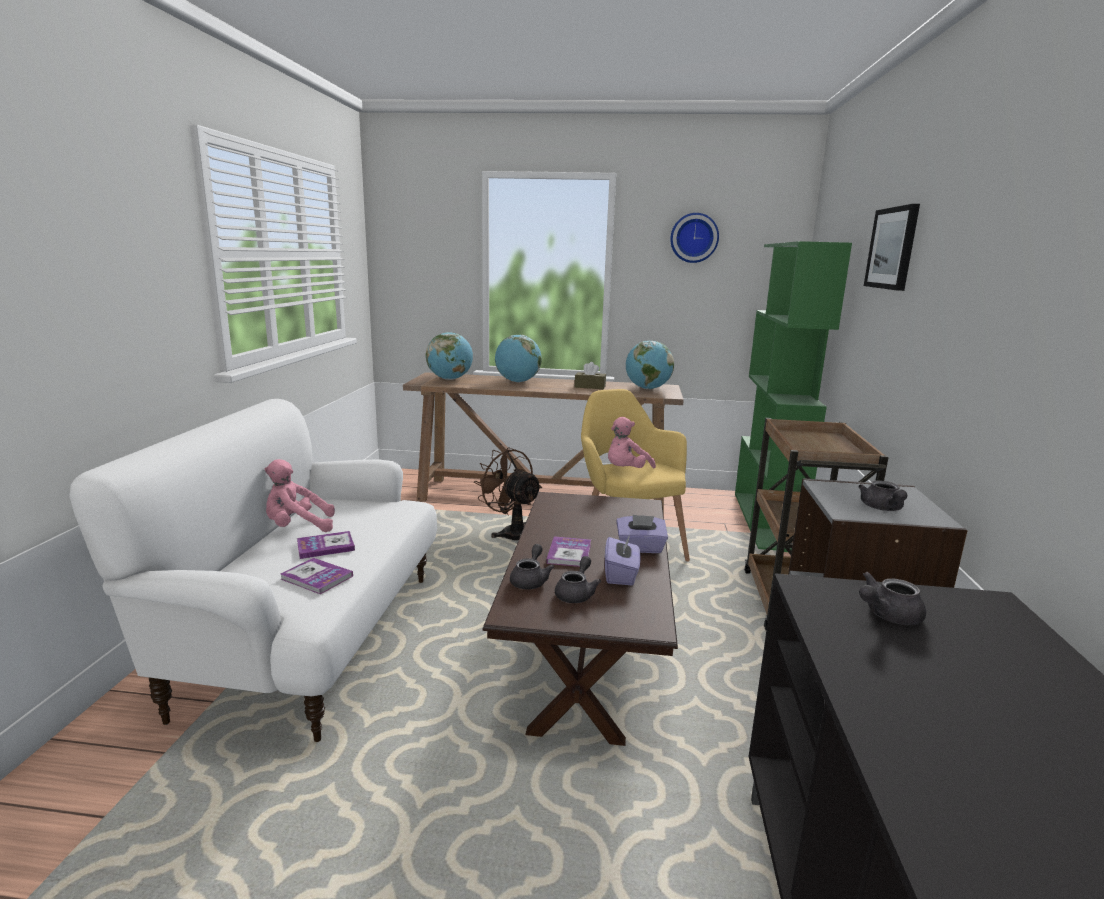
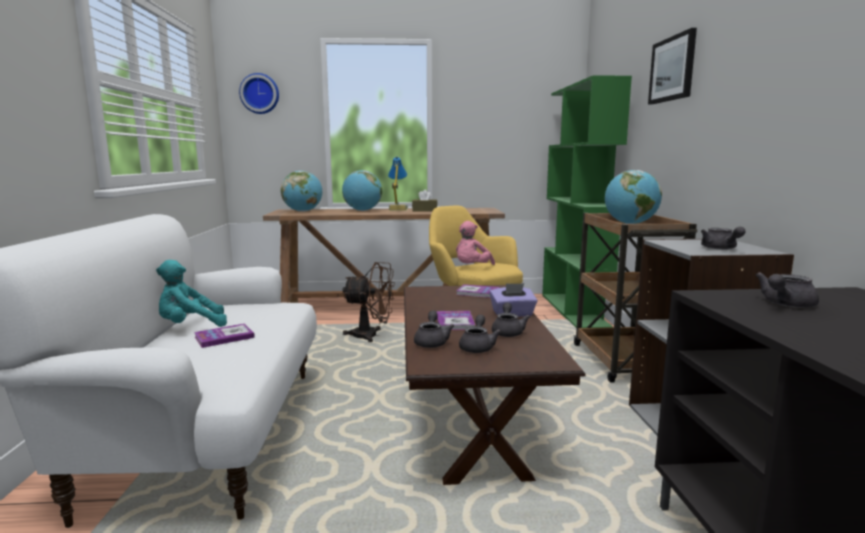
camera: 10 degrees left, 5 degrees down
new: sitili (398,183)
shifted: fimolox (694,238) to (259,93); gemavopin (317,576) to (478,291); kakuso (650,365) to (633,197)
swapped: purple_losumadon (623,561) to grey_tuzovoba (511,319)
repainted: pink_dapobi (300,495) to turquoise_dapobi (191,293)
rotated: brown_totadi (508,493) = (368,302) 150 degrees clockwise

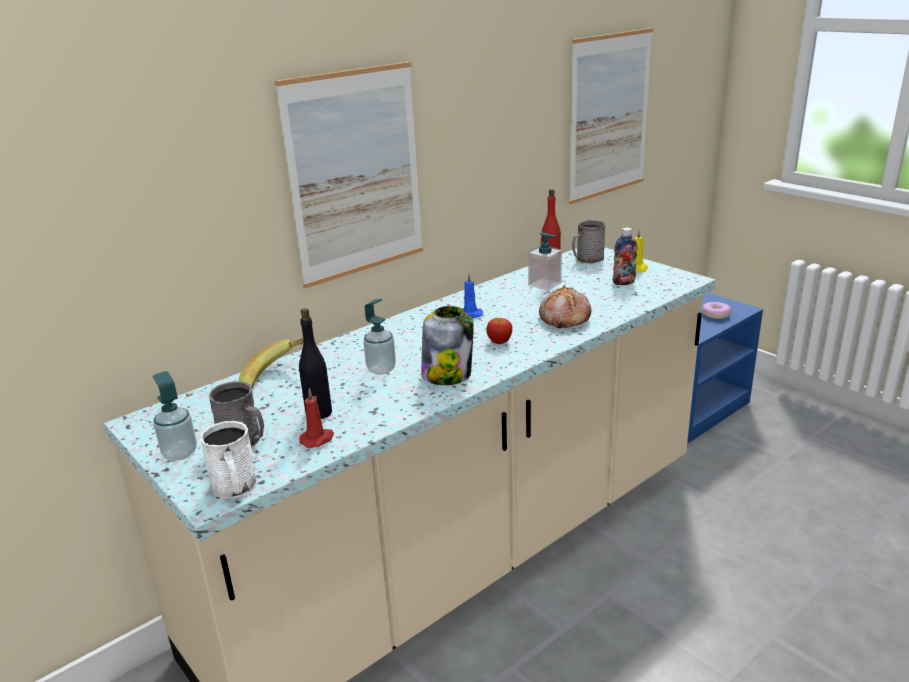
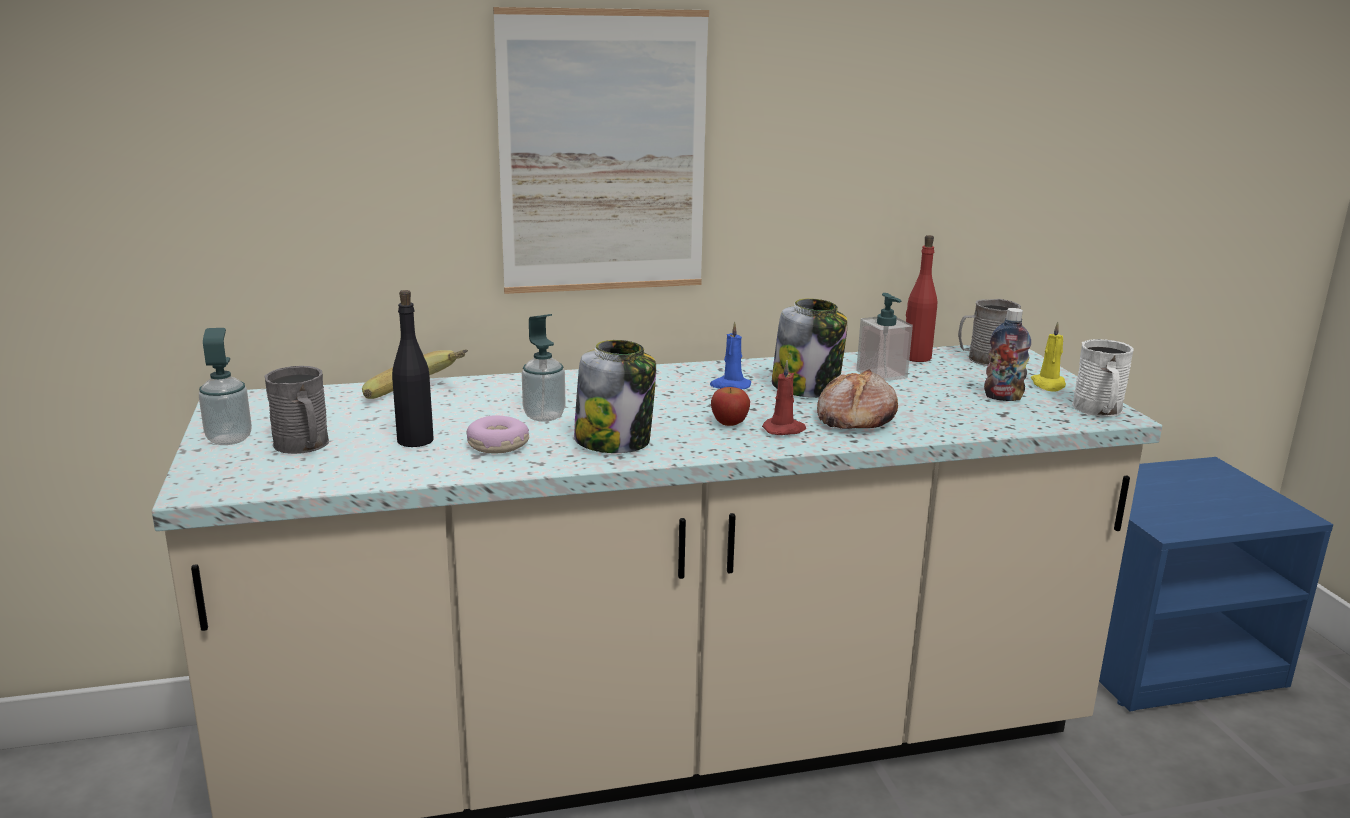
camera: 25 degrees right, 5 degrees down
gone: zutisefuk (611,116)
new: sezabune (810,348)
shifted: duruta (716,310) to (497,435); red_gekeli (316,418) to (784,397); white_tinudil (228,459) to (1103,378)

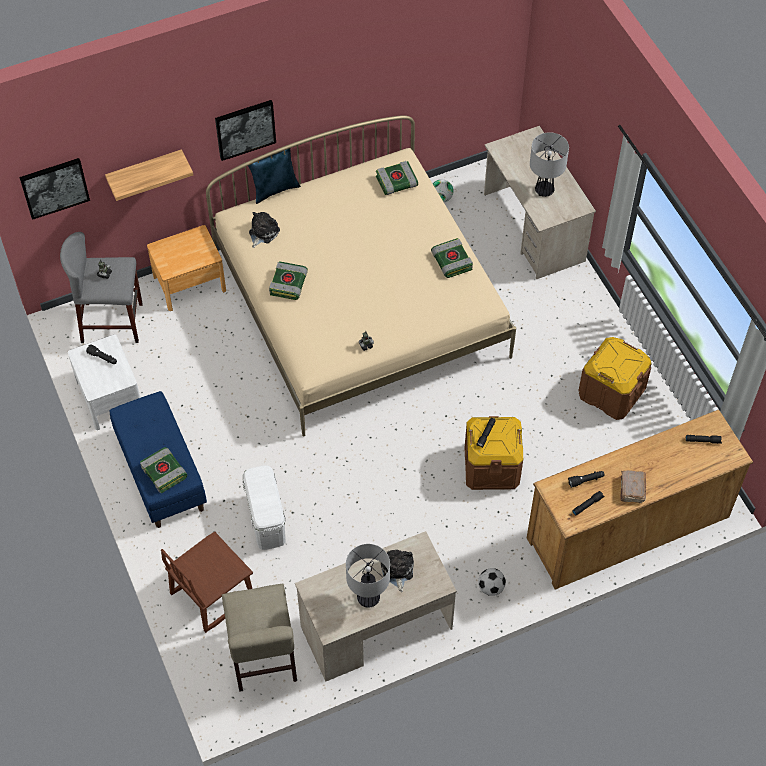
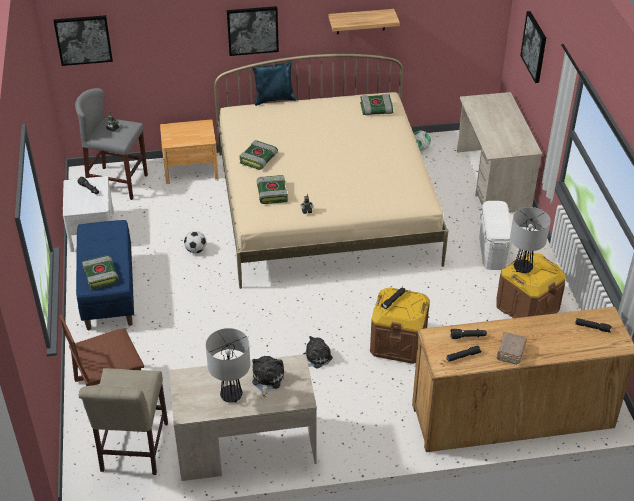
camera: 15 degrees right, 15 degrees down
new: zutisefuk (533,47)
shifted: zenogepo (492,582) to (195,242); gemavopin (452,258) to (272,189); dapobi (264,230) to (317,352); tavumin (149,175) to (364,21); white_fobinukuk (264,507) to (495,235); sitili (549,164) to (530,240)

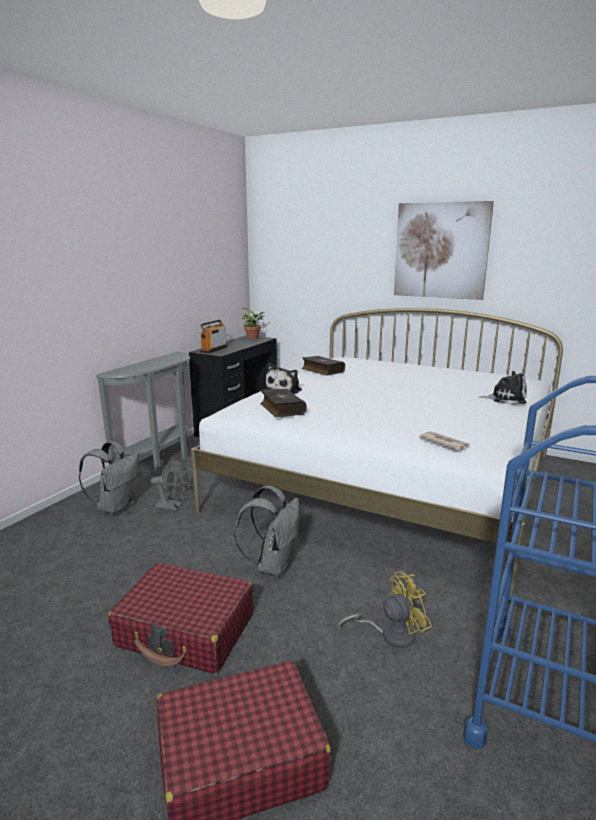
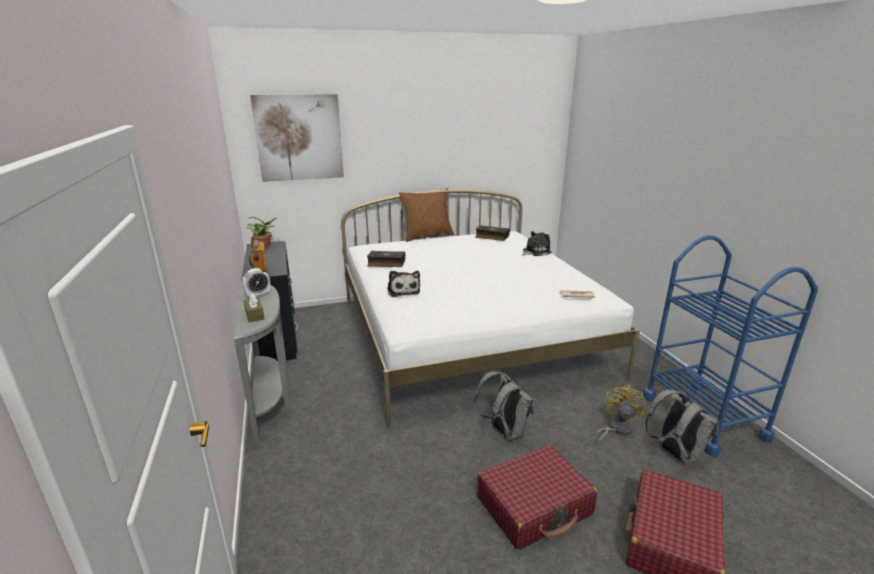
camera: 45 degrees left, 5 degrees up
gone: grey_totadi (169,485)
new: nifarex (256,283); brown_losumadon (254,307); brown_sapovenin (427,215)
shifted: zutisefuk (444,250) to (297,138); gemavopin (284,403) to (492,233); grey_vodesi (109,478) to (682,427)

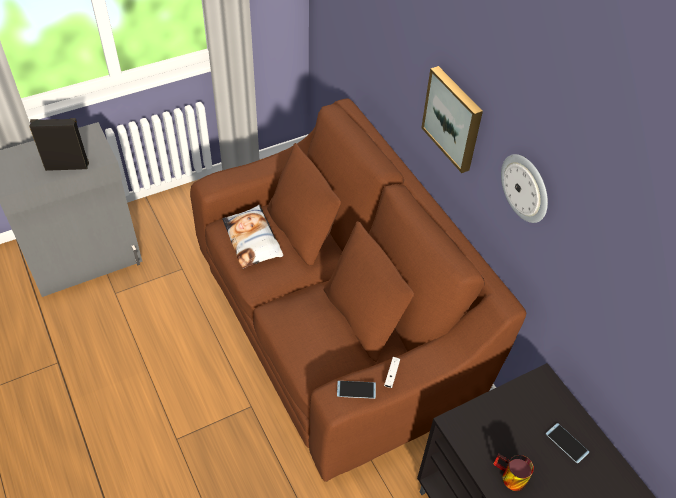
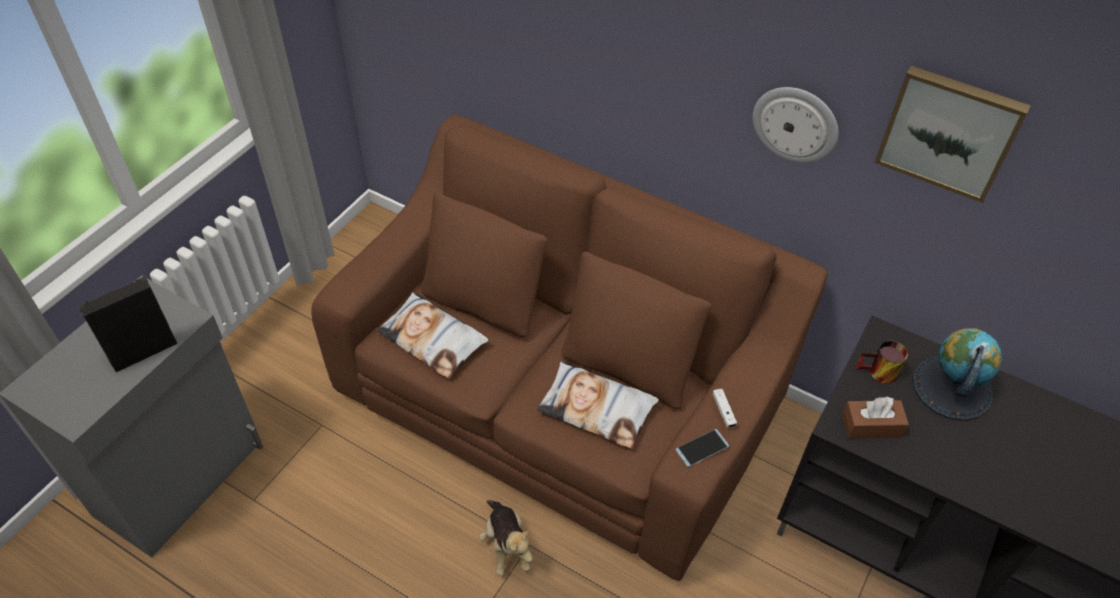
camera: 30 degrees left, 0 degrees up
new: dapobi (506,538); sapovenin (598,405); brown_losumadon (875,418)
shifted: tinudil (513,472) to (882,362); zutisefuk (452,119) to (953,134)
swapped: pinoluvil (568,443) to kakuso (957,374)

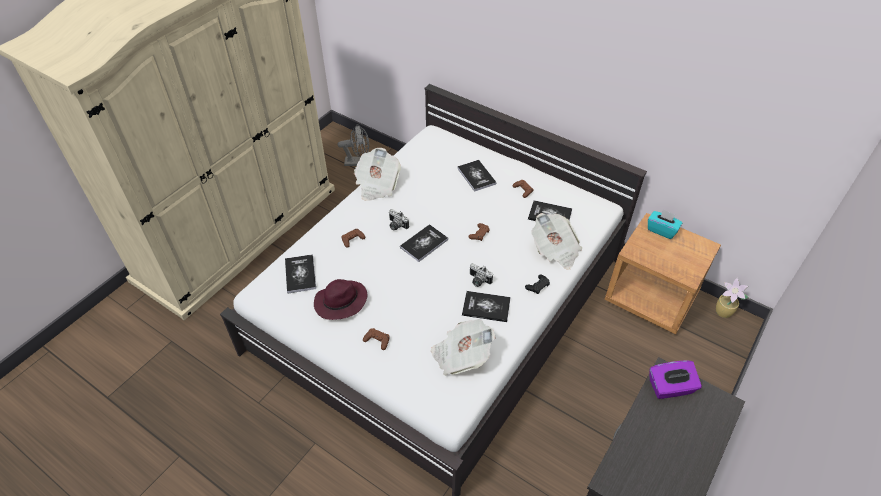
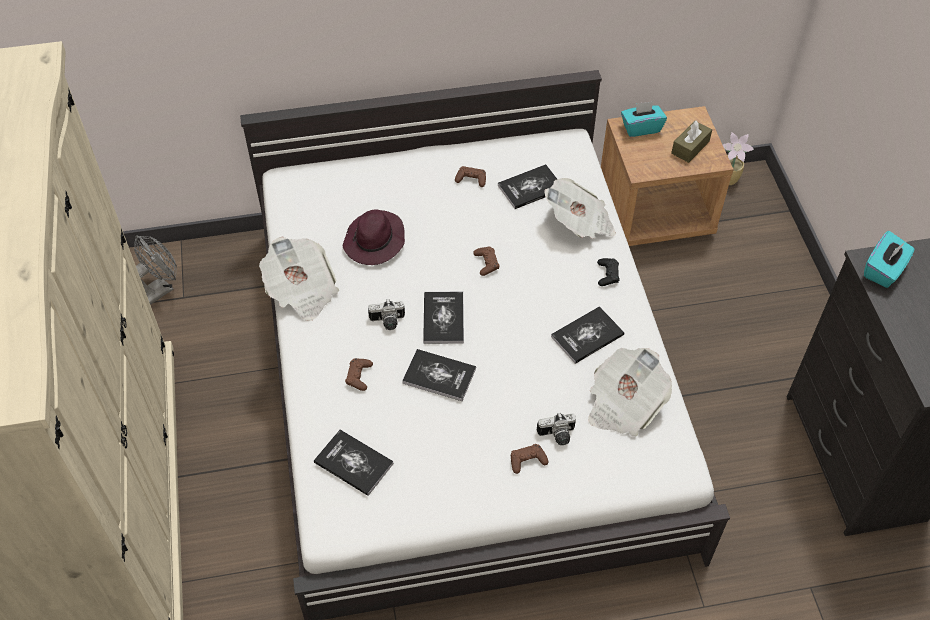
camera: 45 degrees left, 5 degrees up
new: brown_losumadon (691,141)
shifted: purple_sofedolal (341,299) to (374,237); gemavopin (477,176) to (439,375); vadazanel (481,275) to (556,428)
repainted: purple_losumadon (675,379) to turquoise_losumadon (889,259)

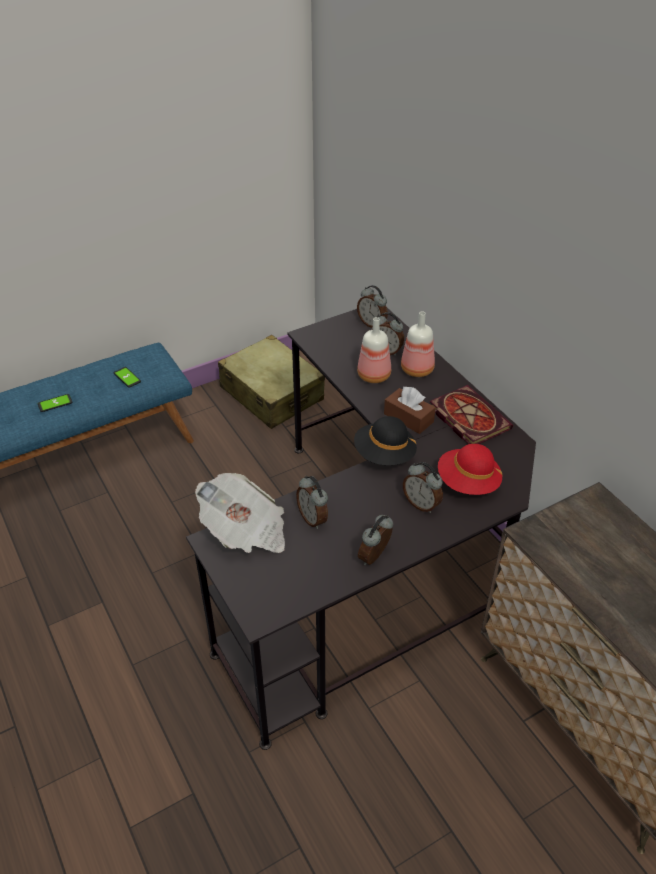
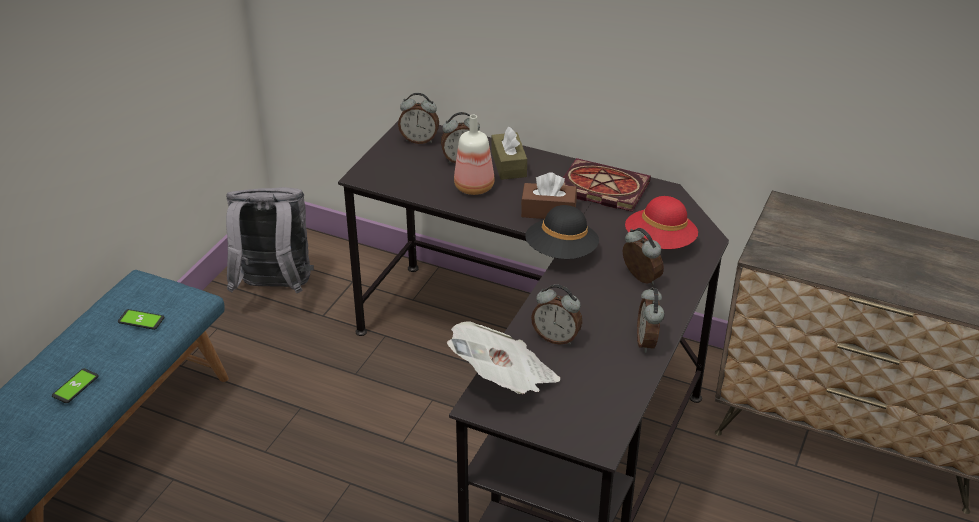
camera: 35 degrees left, 5 degrees down
swapped: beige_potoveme (271,382) to grey_vodesi (270,240); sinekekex (418,344) to brown_losumadon (509,153)
rotated: nifarex (423,487) = (643,256) 135 degrees counterclockwise

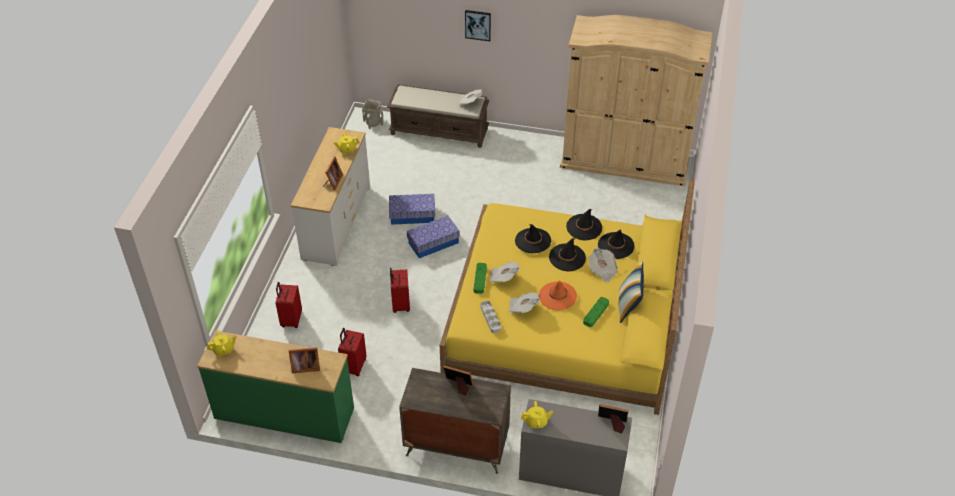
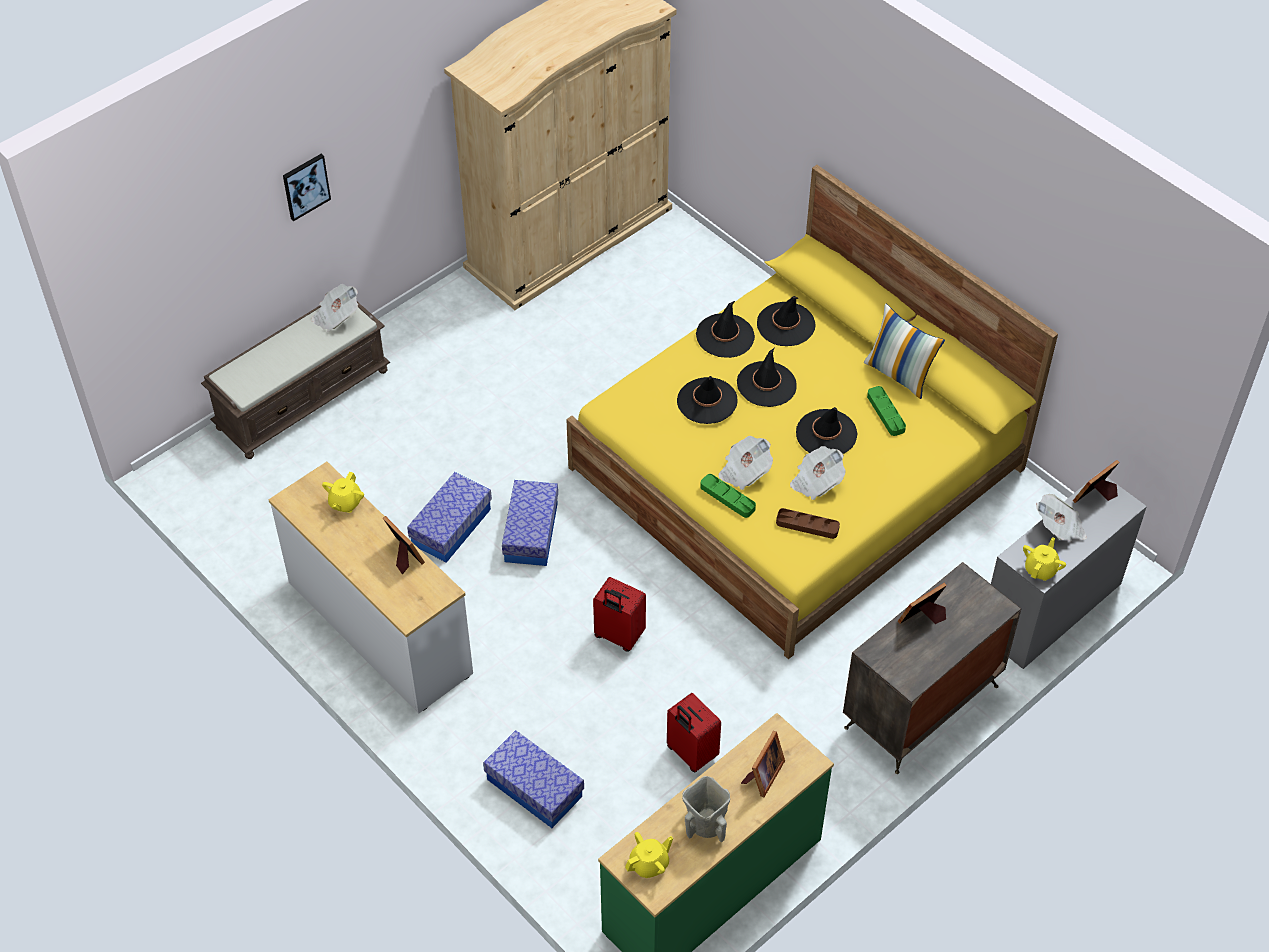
camera: 55 degrees left, 5 degrees up
shifted: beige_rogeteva (372,114) to (706,809); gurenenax (603,265) to (1061,517)
swapped: red_potoveme (289,305) to fobinukuk (533,779)
repainted: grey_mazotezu (490,317) to brown_mazotezu (808,523); orange_sofedolal (558,295) to black_sofedolal (826,430)
rotated: yellow_tuzovoba (221,343) = (649,855) 45 degrees clockwise

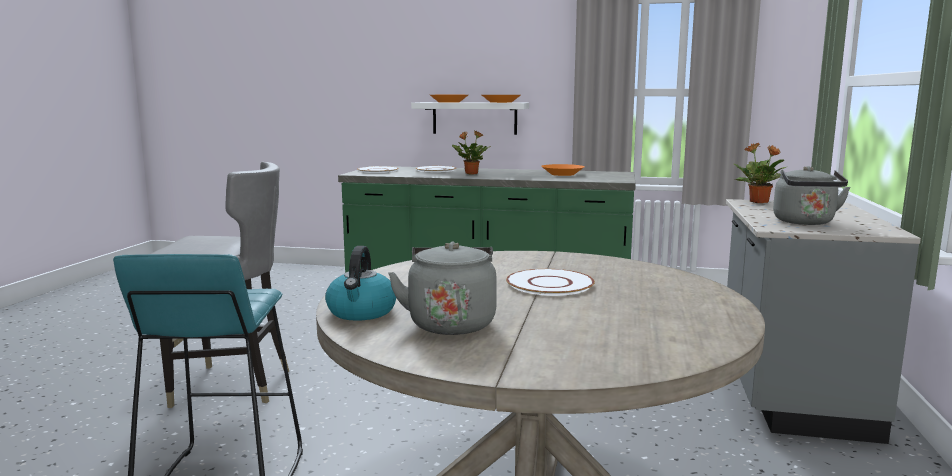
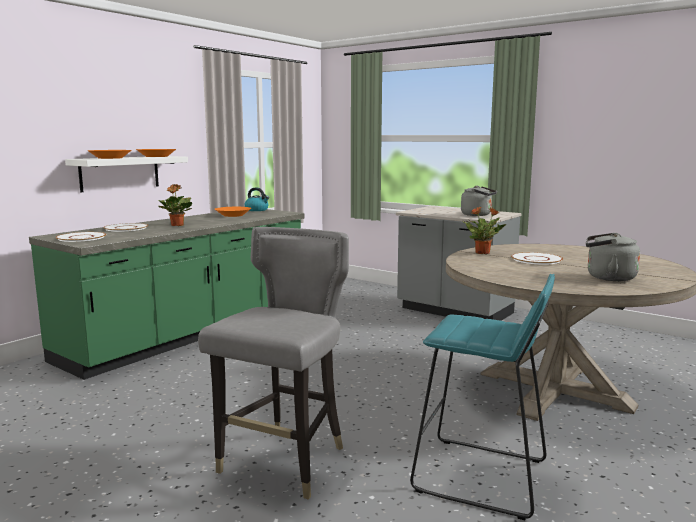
camera: 65 degrees left, 0 degrees up
shifted: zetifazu (360,283) to (257,199); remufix (760,173) to (484,230)

